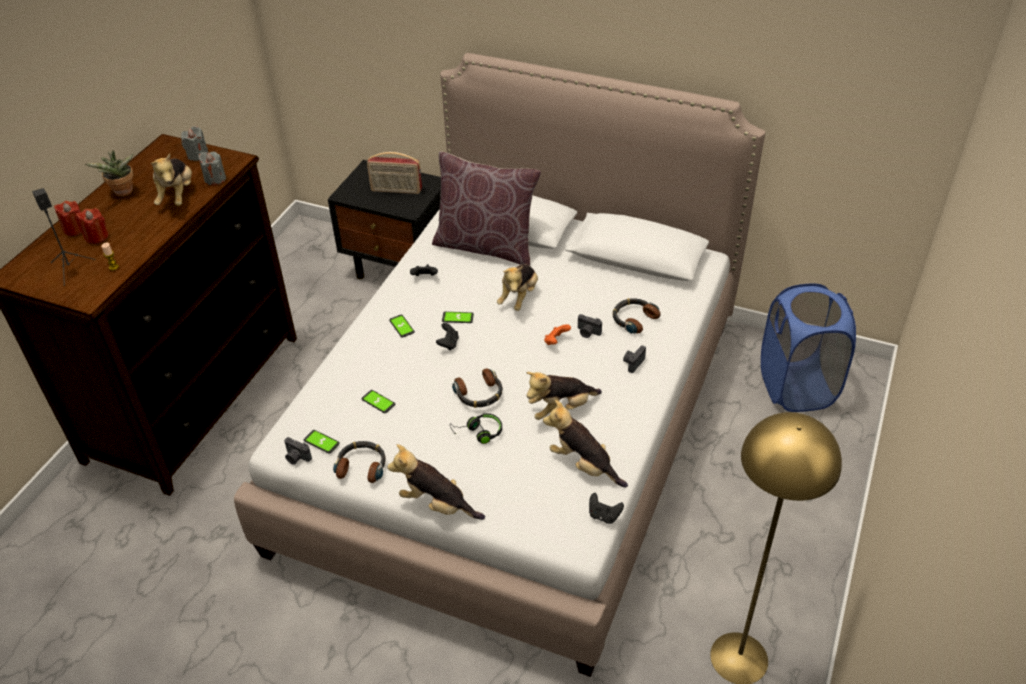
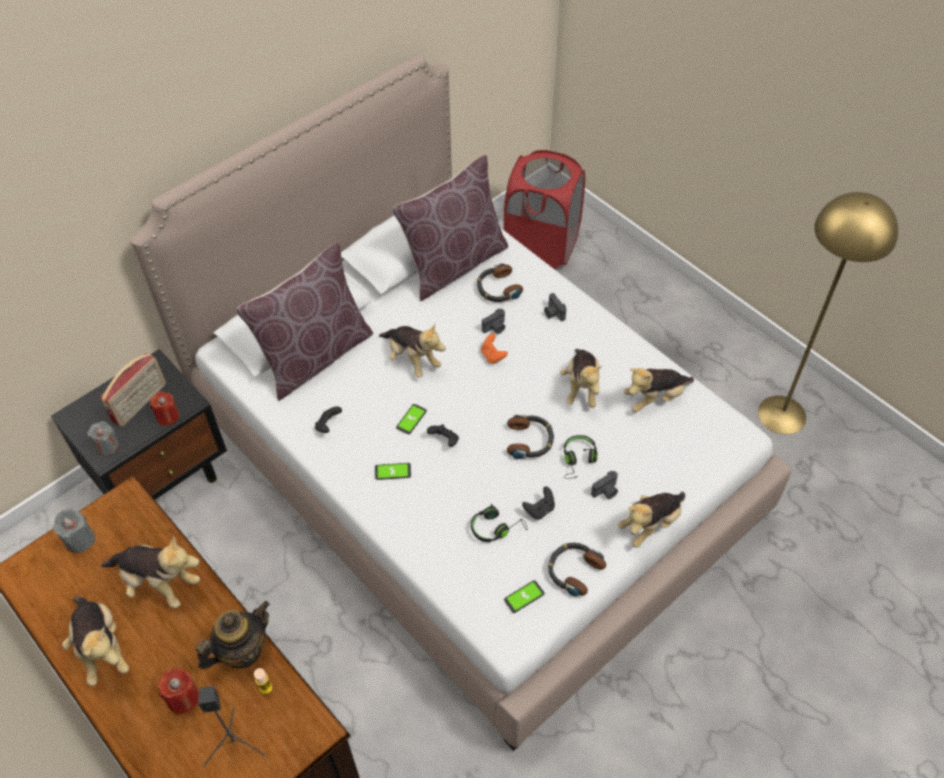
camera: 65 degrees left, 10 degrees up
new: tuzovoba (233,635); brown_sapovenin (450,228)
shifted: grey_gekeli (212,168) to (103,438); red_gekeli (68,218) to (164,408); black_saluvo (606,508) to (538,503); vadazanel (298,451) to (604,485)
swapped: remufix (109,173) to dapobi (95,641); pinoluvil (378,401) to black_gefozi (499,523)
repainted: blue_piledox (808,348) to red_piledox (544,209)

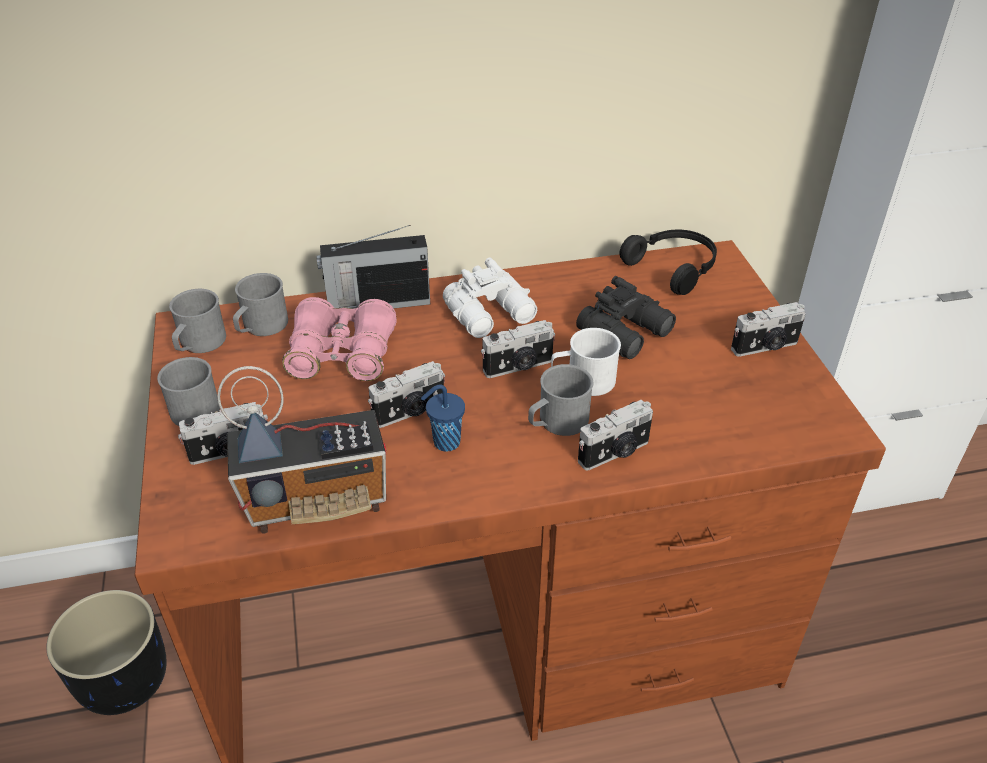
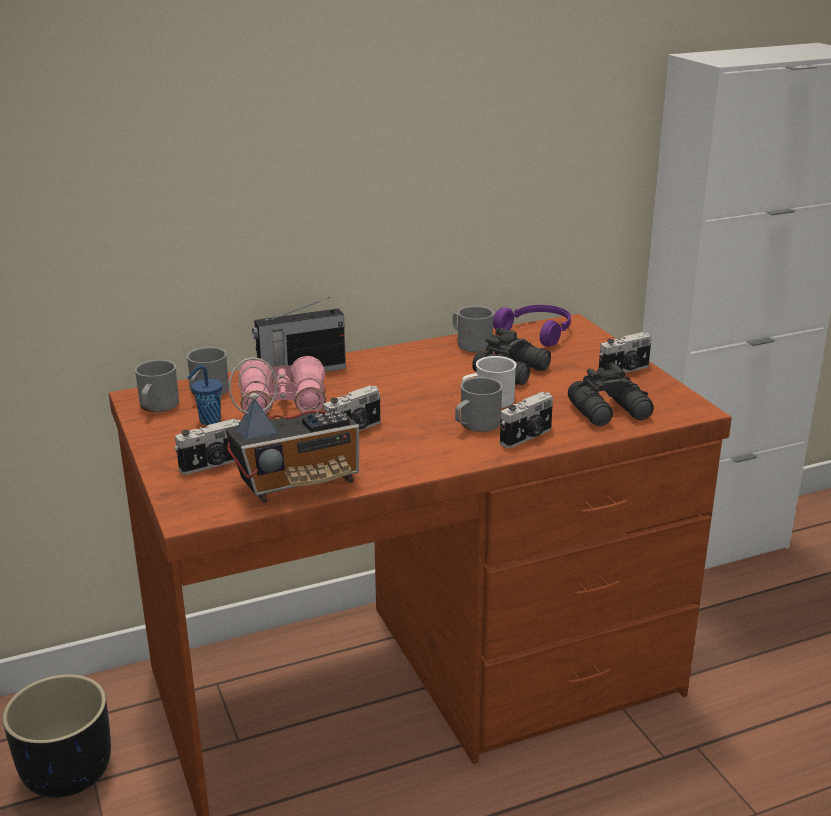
camera: 10 degrees left, 15 degrees down
gone: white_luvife (490,298); vadazanel (518,349)
new: black_luvife (611,394)
shifted: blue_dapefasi (443,418) to (204,395); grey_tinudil (188,391) to (473,329)
repainted: black_gefozi (668,262) to purple_gefozi (532,326)

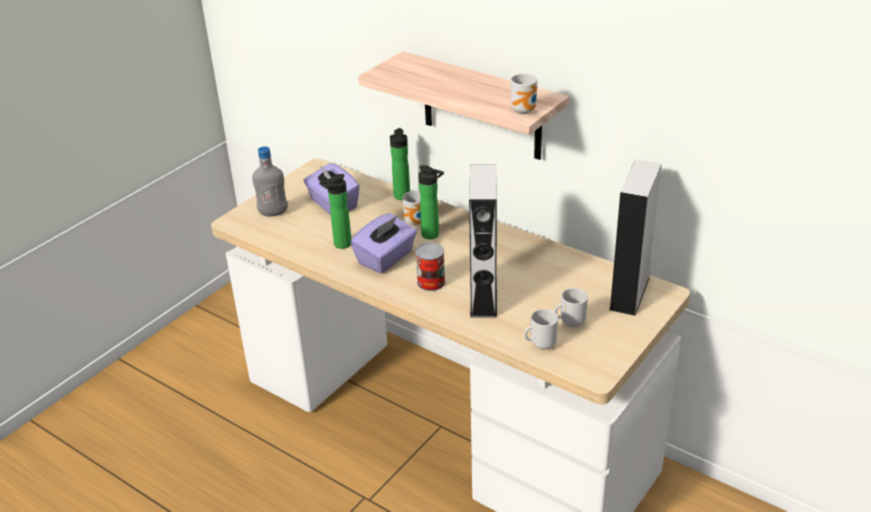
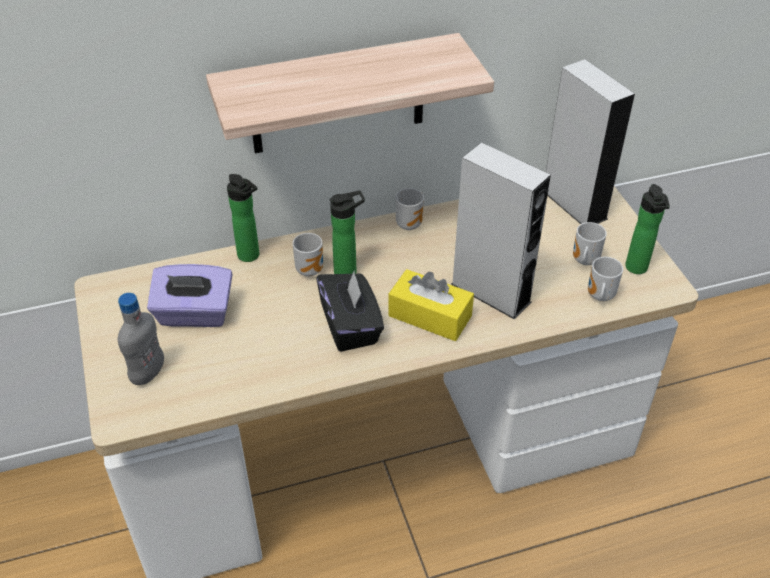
camera: 55 degrees left, 10 degrees up
shifted: tinudil (524,94) to (410,209); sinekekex (335,211) to (647,229)
swapped: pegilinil (430,267) to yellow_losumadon (431,305)
repainted: purple_losumadon (384,243) to black_losumadon (350,311)

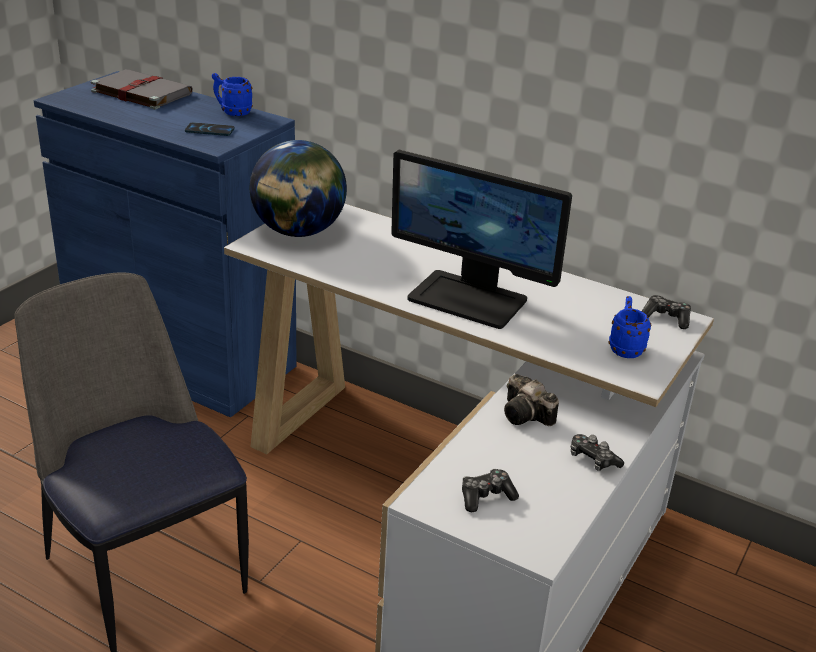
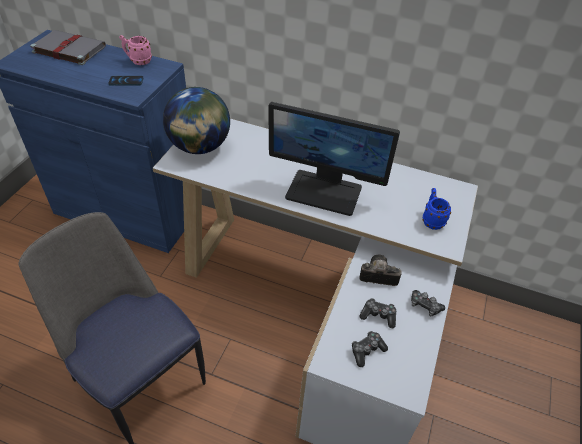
camera: 10 degrees left, 15 degrees up
shifted: saluvo (666,312) to (377,313)
repainted: blue_tinudil (232,94) to pink_tinudil (135,50)
rotated: vadazanel (531,400) = (380,270) 150 degrees clockwise

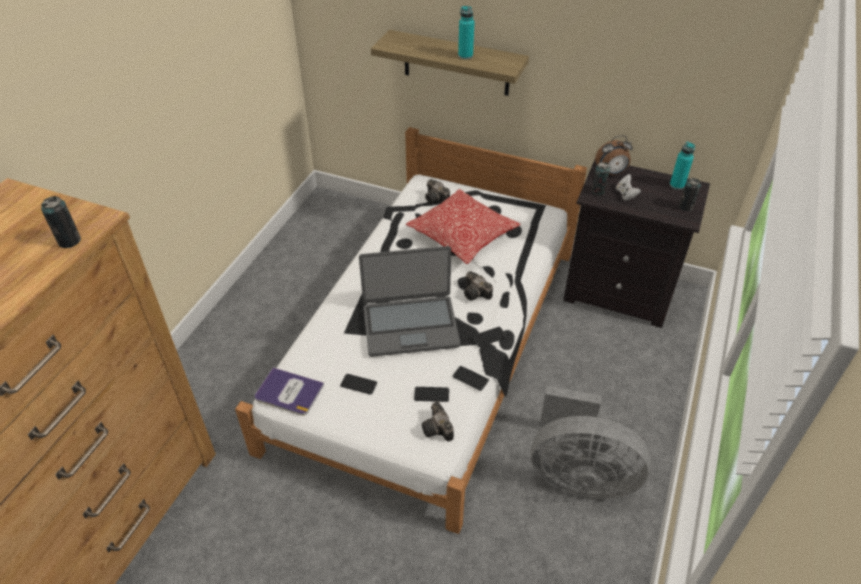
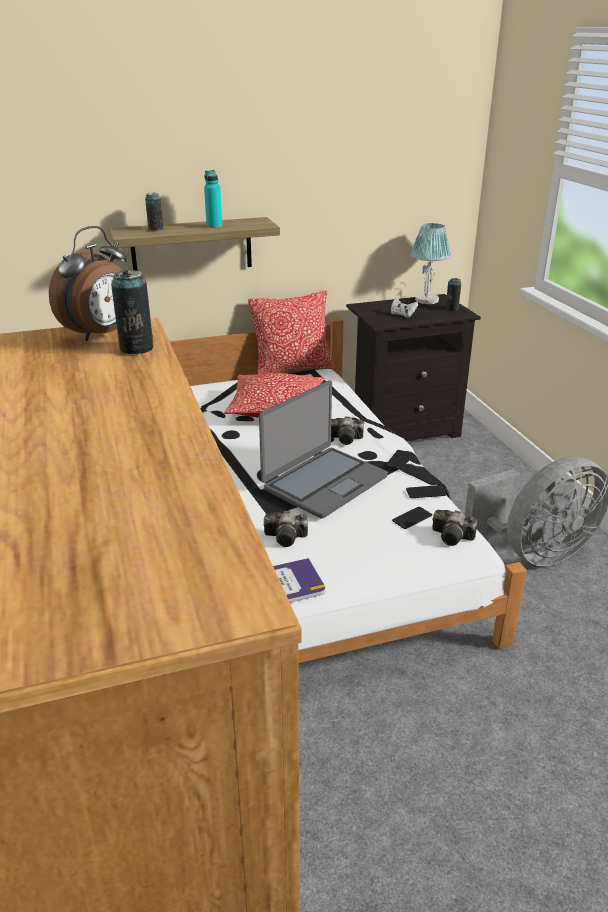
camera: 40 degrees left, 15 degrees down
gone: pinoluvil (358,384)
new: sapovenin (291,332)
shifted: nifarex (614,155) to (88,283); pegilinil (600,178) to (154,212); vadazanel (437,191) to (286,529)
swapped: turquoise_sinekekex (682,166) to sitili (430,263)

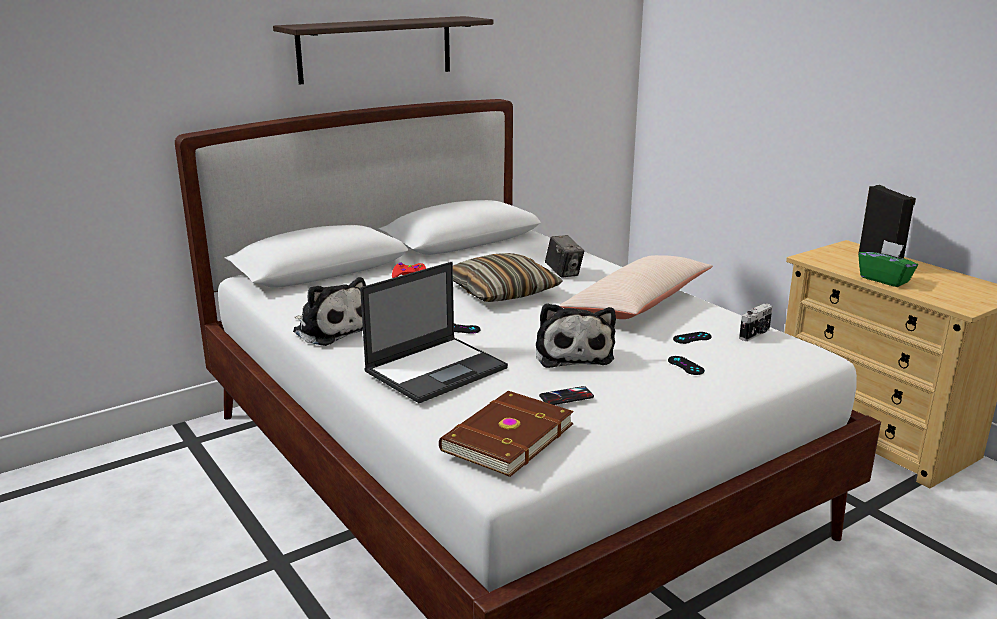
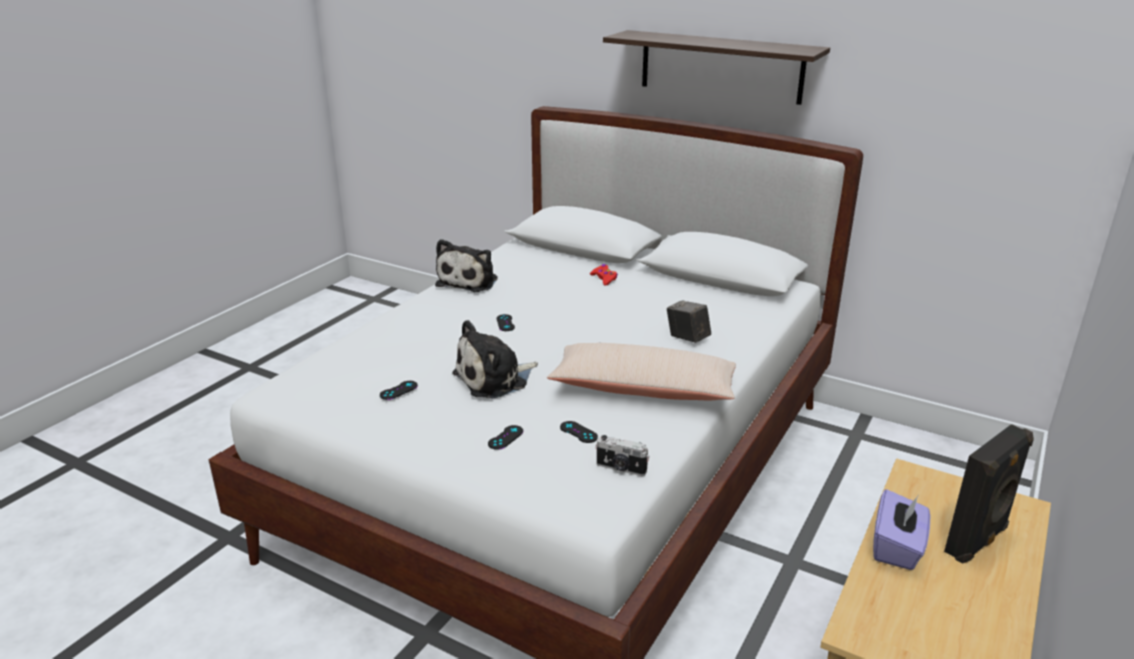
camera: 65 degrees right, 5 degrees up
gone: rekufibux (434,332); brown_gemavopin (506,434); sapovenin (507,277)
swapped: pinoluvil (566,395) to black_saluvo (399,390)
repainted: green_losumadon (888,263) to purple_losumadon (901,529)
rotated: vadazanel (564,256) = (689,321) 105 degrees clockwise

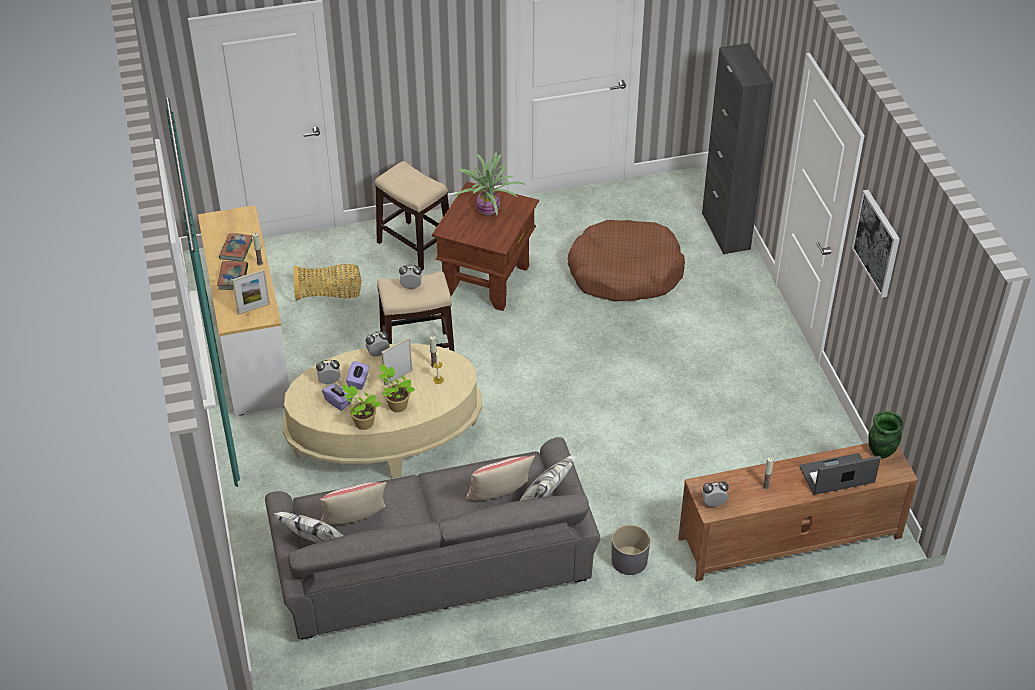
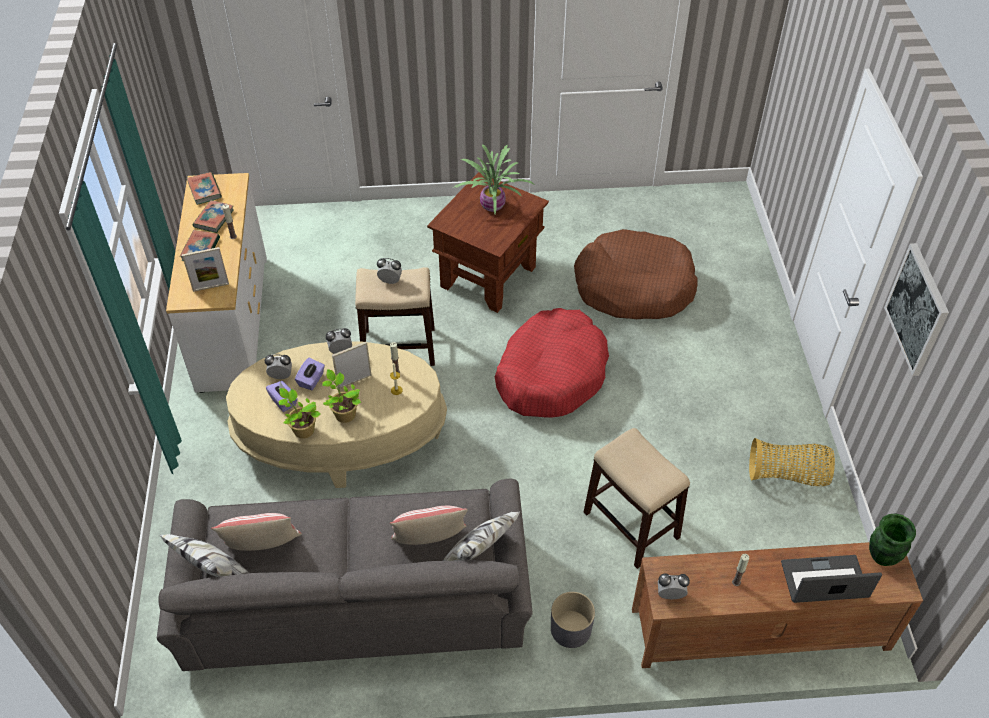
camera: 10 degrees right, 5 degrees up
gone: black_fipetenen (737,148)
new: gemavopin (204,188); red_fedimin (552,363)
shifted: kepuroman (412,215) to (637,498); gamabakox (327,282) to (792,462)

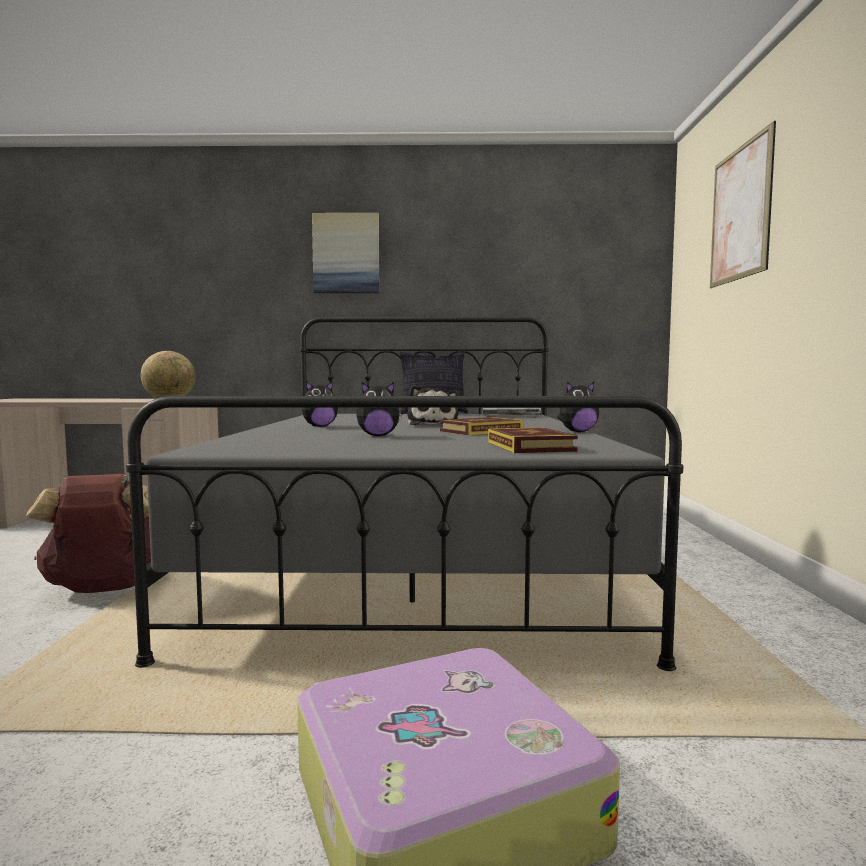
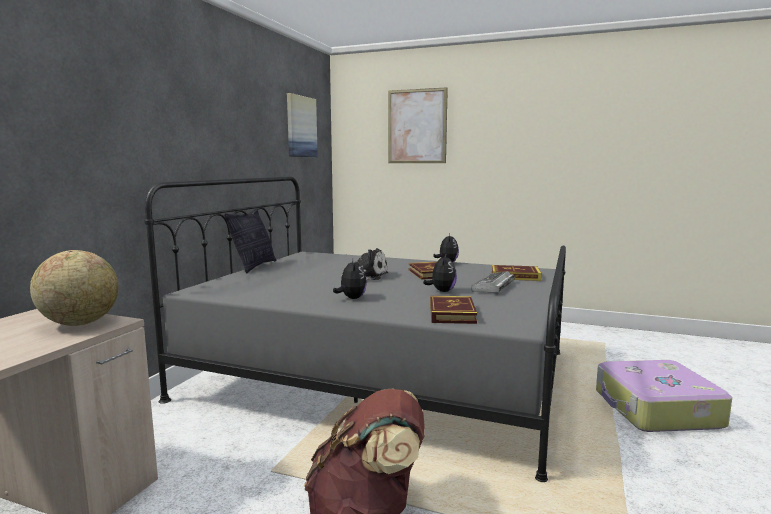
camera: 70 degrees left, 5 degrees up
new: gemavopin (453,310)
shifted: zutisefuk (346,253) to (302,125); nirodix (512,413) to (493,282)

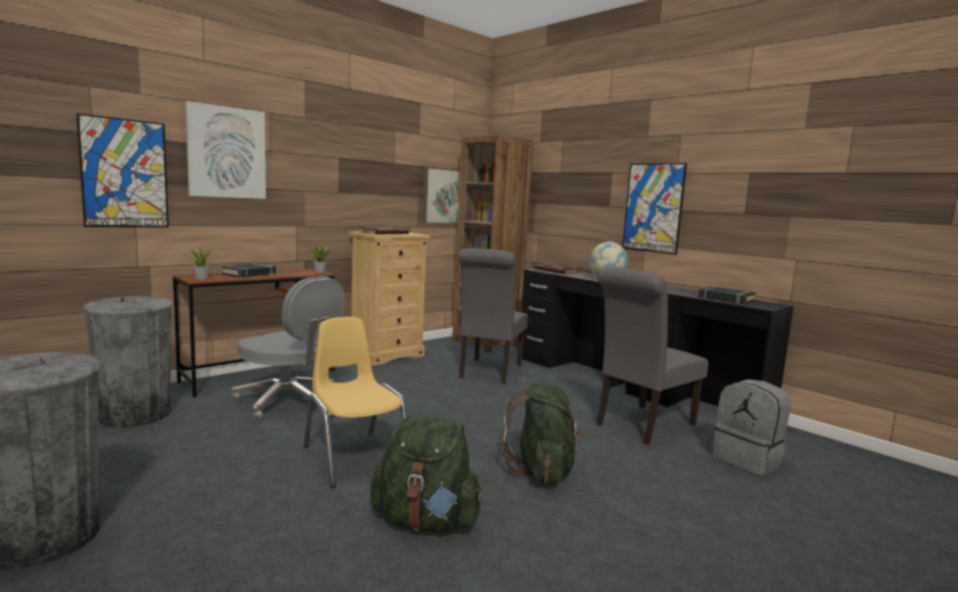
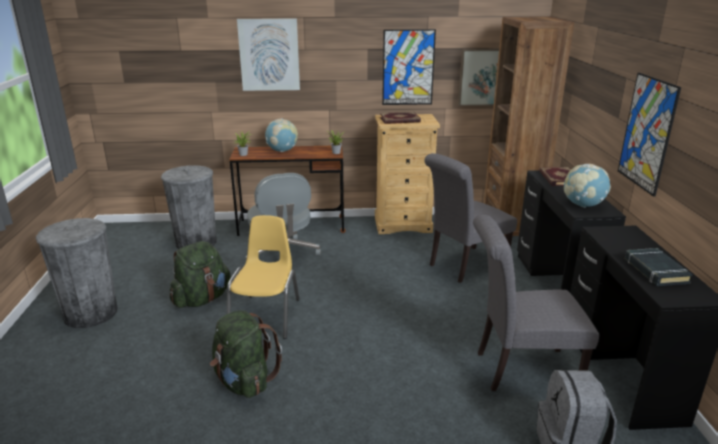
camera: 40 degrees right, 15 degrees up
shifted: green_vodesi (542,433) to (200,274); zutisefuk (122,170) to (409,67)
swapped: black_gemavopin (249,270) to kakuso (281,135)

